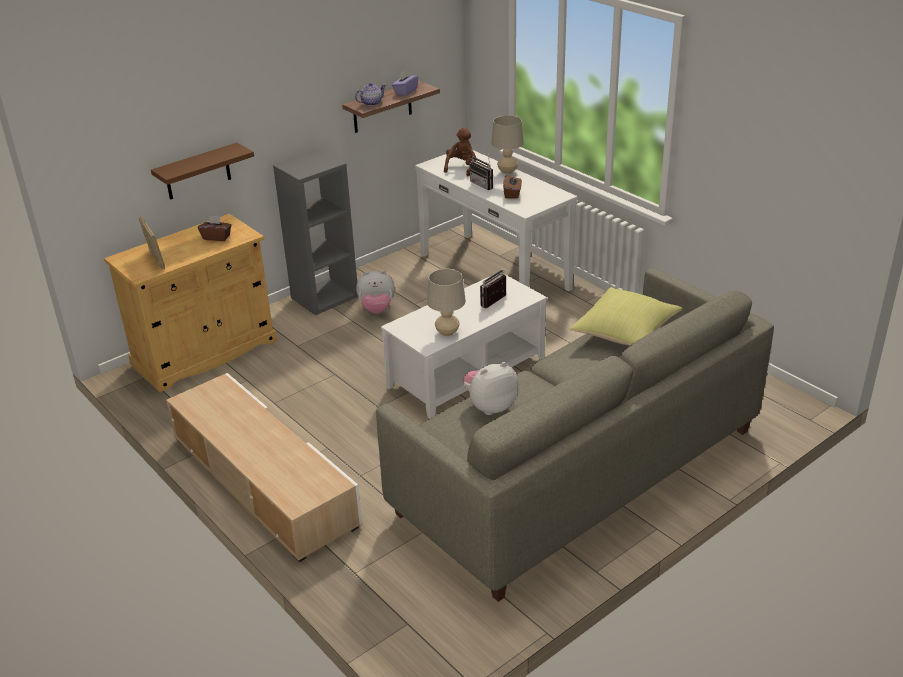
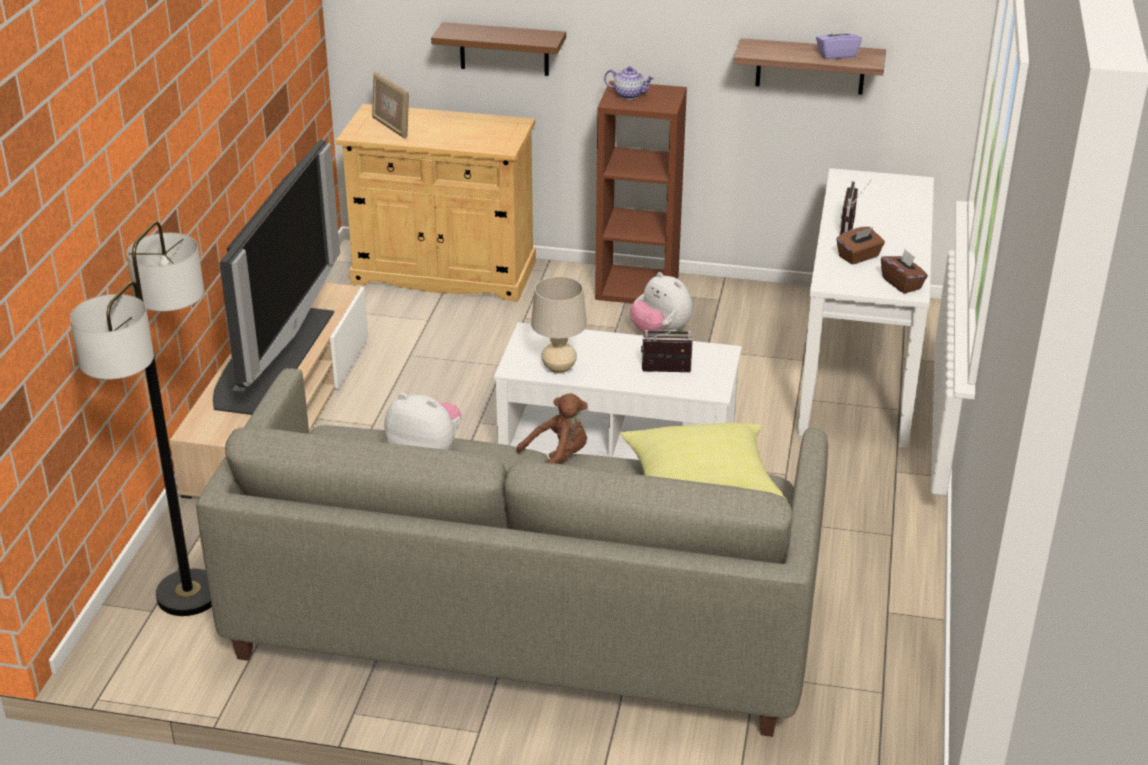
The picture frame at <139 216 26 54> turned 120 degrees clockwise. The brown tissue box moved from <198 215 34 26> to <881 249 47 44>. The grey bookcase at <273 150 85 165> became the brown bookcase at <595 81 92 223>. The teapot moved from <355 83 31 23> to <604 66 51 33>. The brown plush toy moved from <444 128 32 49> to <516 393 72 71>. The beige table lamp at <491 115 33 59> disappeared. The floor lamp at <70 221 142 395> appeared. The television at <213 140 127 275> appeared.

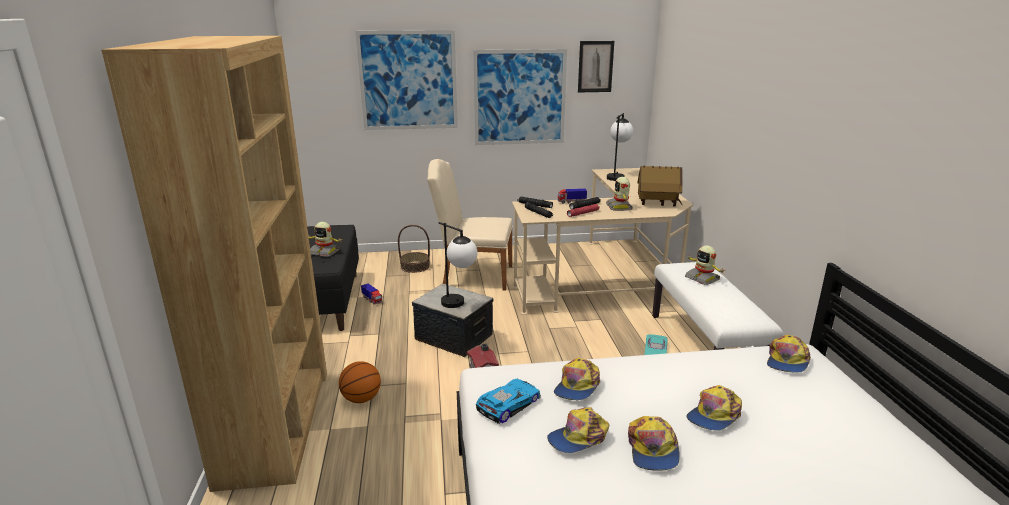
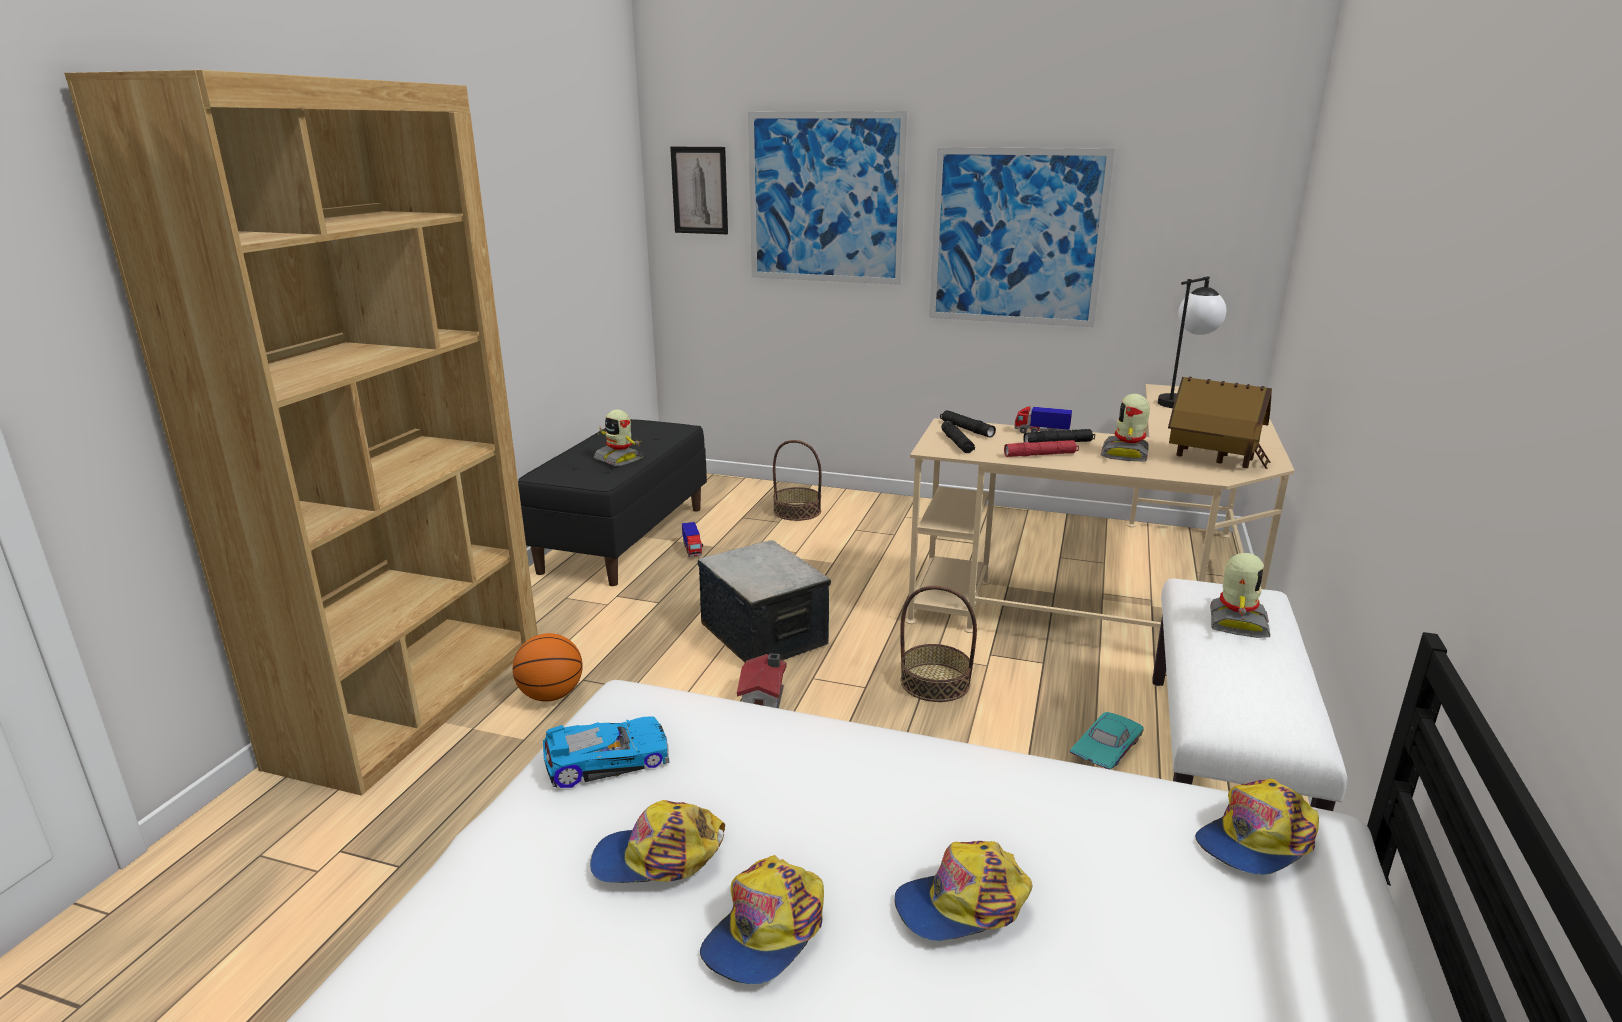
The beige chair at <427 159 86 132> disappeared. The table lamp at <439 222 38 86> disappeared. The cap at <554 358 46 42> disappeared. The picture moved from <578 41 36 51> to <670 147 58 87>. The toy robot at <685 245 40 40> turned 150 degrees counterclockwise. The basket at <900 586 77 116> appeared.

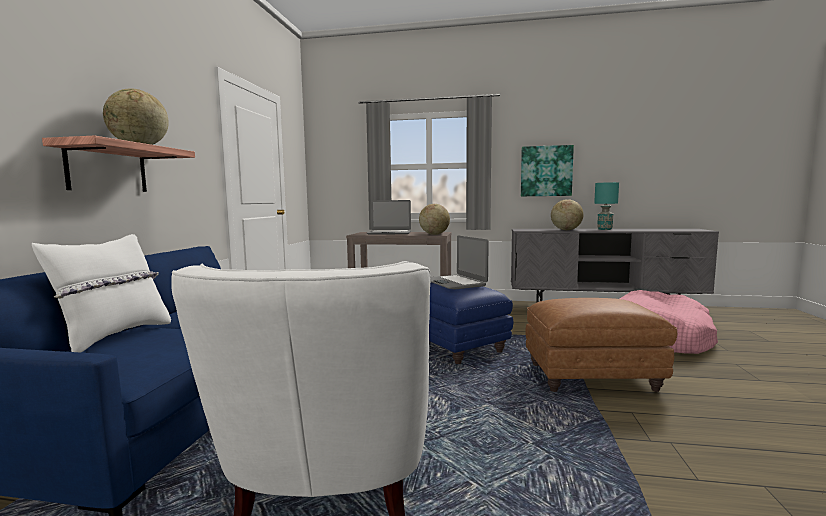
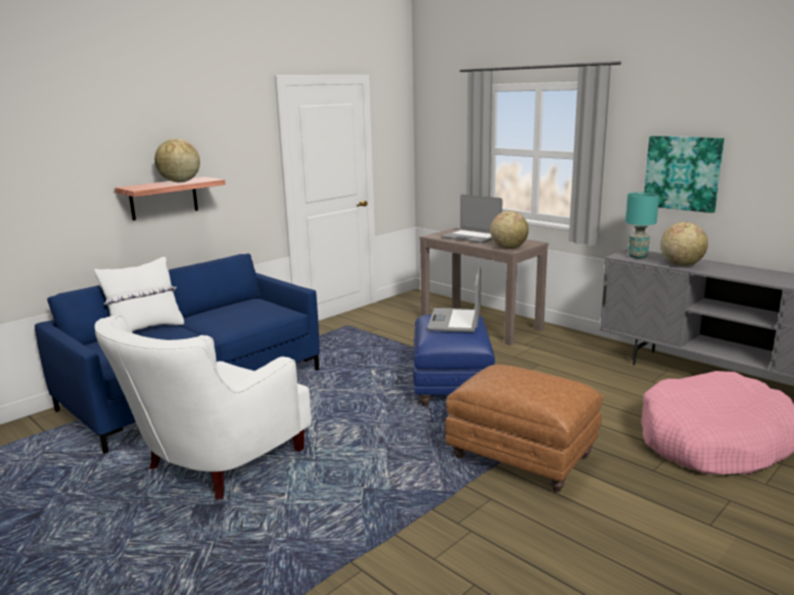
The turquoise table lamp moved from <594 182 25 48> to <625 192 34 67>.

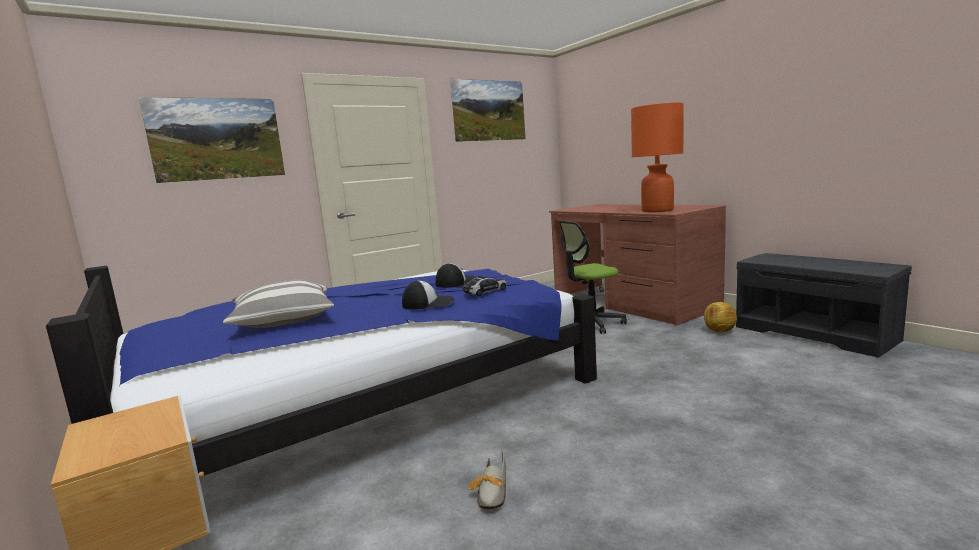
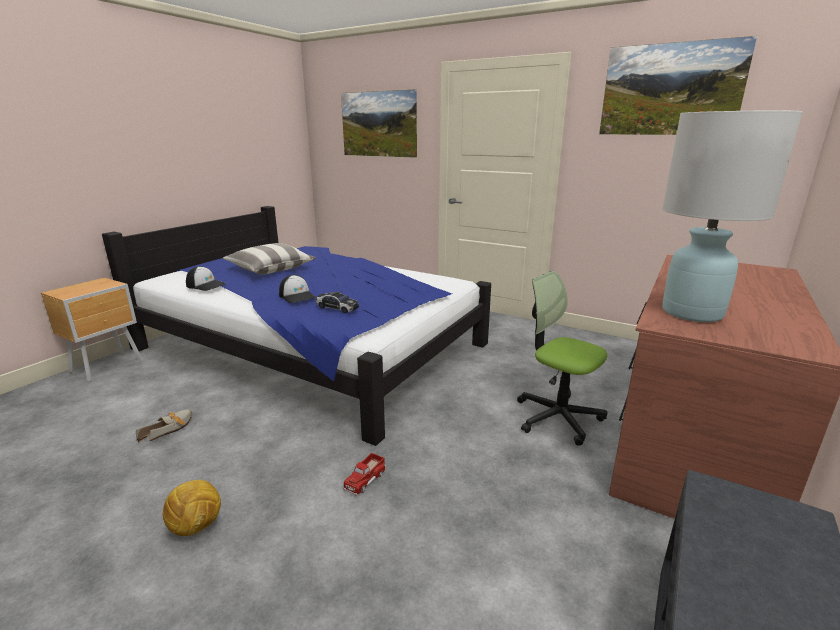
The cap moved from <435 263 42 25> to <186 266 41 25>. The shoe at <468 450 38 59> turned 135 degrees clockwise. The orange table lamp at <631 102 53 110> became the white table lamp at <662 111 141 211>. The football moved from <704 302 33 30> to <163 480 58 56>. The toy truck at <343 453 43 42> appeared.

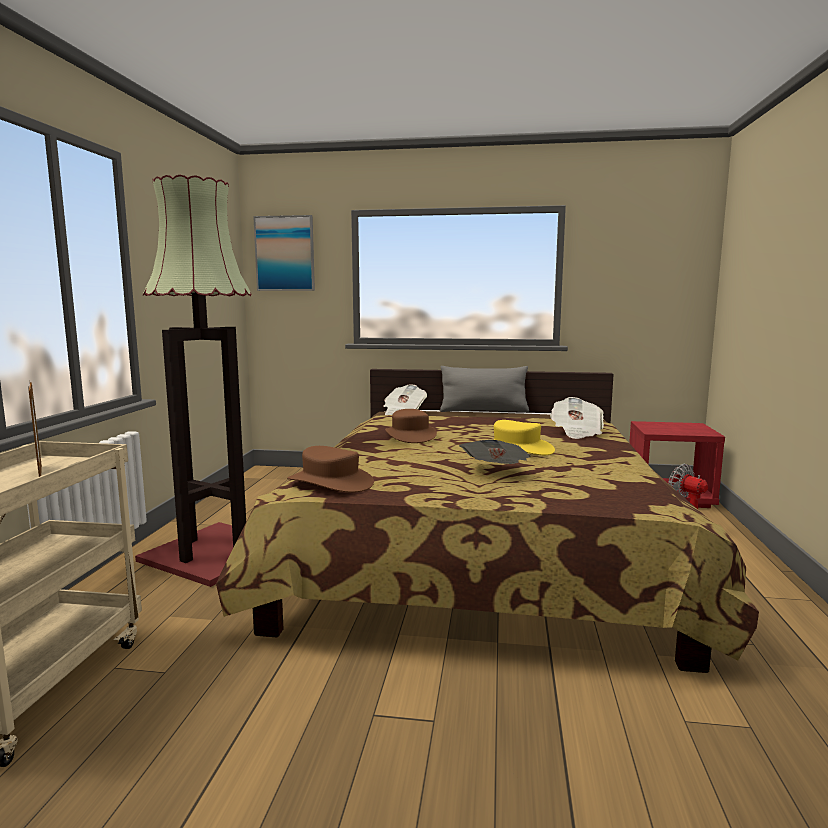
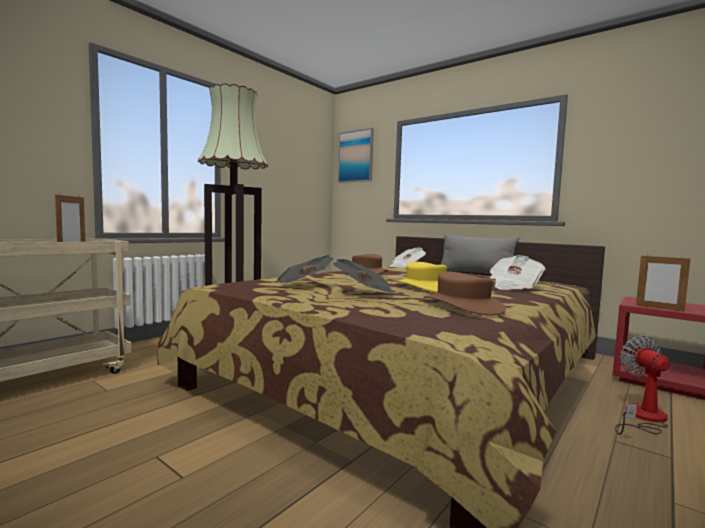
The brown hat moved from <287 446 87 47> to <424 272 82 44>. The newspaper at <275 255 58 28> appeared. The picture frame at <636 254 55 58> appeared.

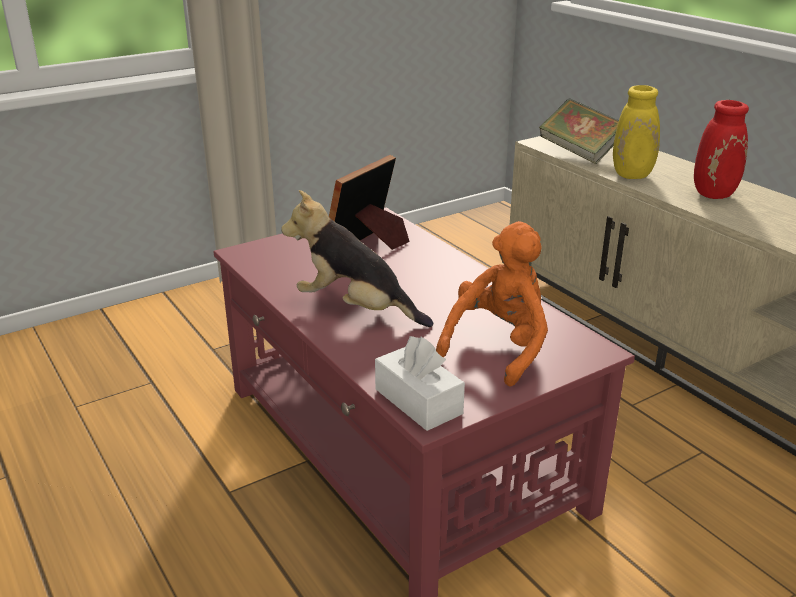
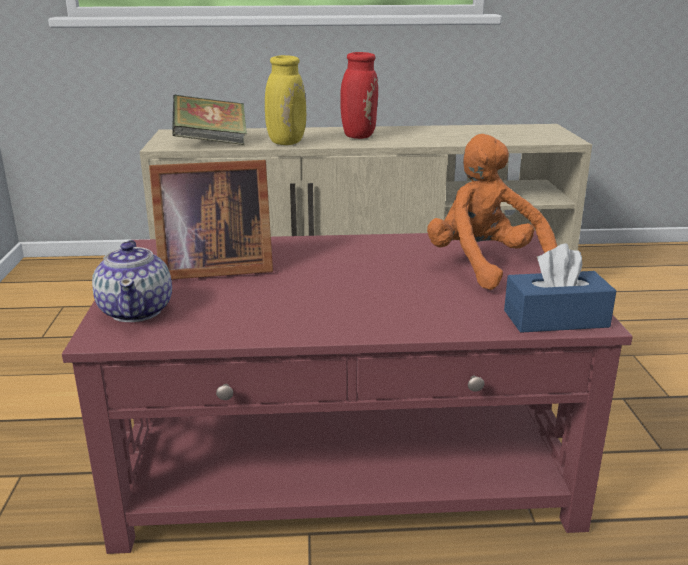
The plush toy at <281 190 152 137> disappeared. The picture frame at <329 155 81 95> turned 75 degrees counterclockwise. The white tissue box at <375 336 90 95> became the blue tissue box at <504 244 112 89>. The teapot at <92 240 80 82> appeared.

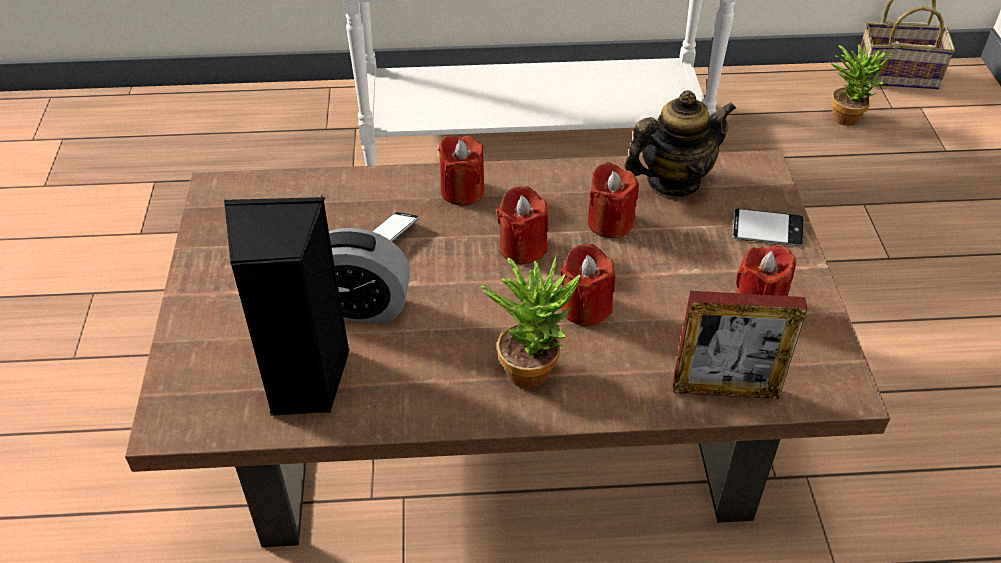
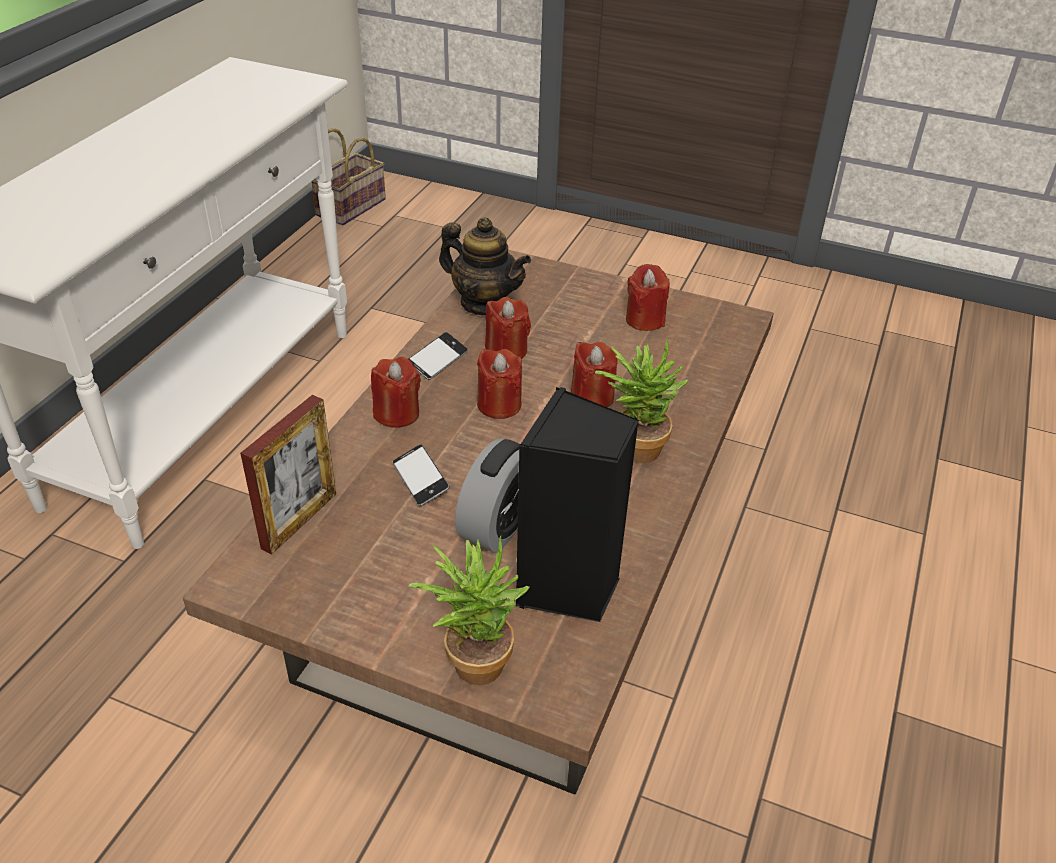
The teapot at <625 90 112 107> turned 120 degrees clockwise. The picture frame moved from <673 291 134 108> to <240 395 96 160>. The phone moved from <733 208 71 38> to <408 332 60 48>. The potted plant moved from <829 42 64 84> to <408 536 122 149>.

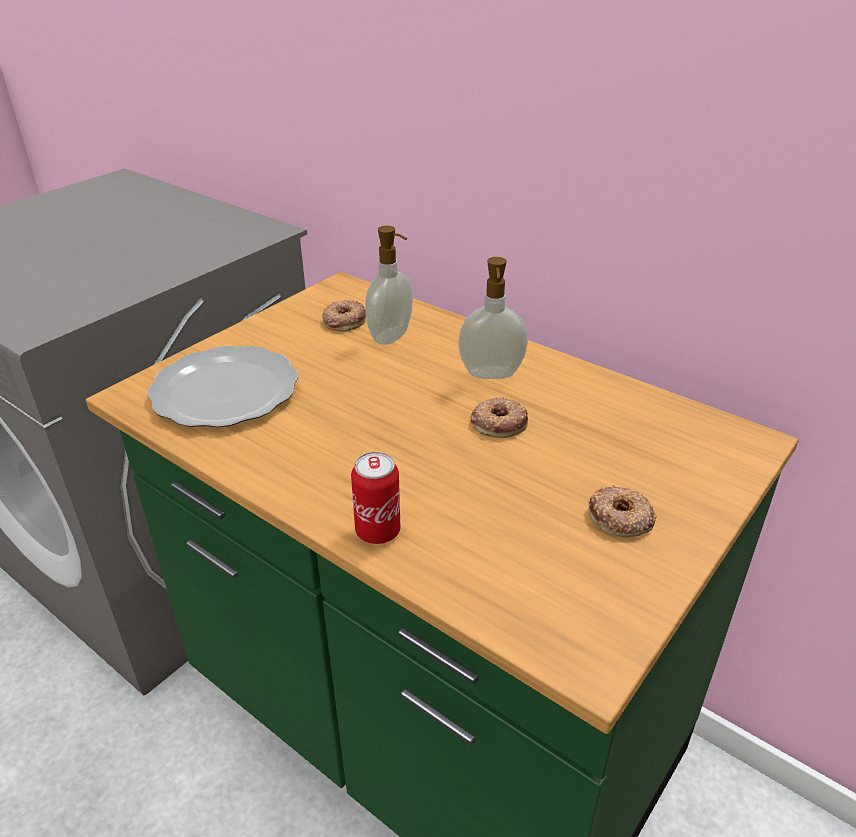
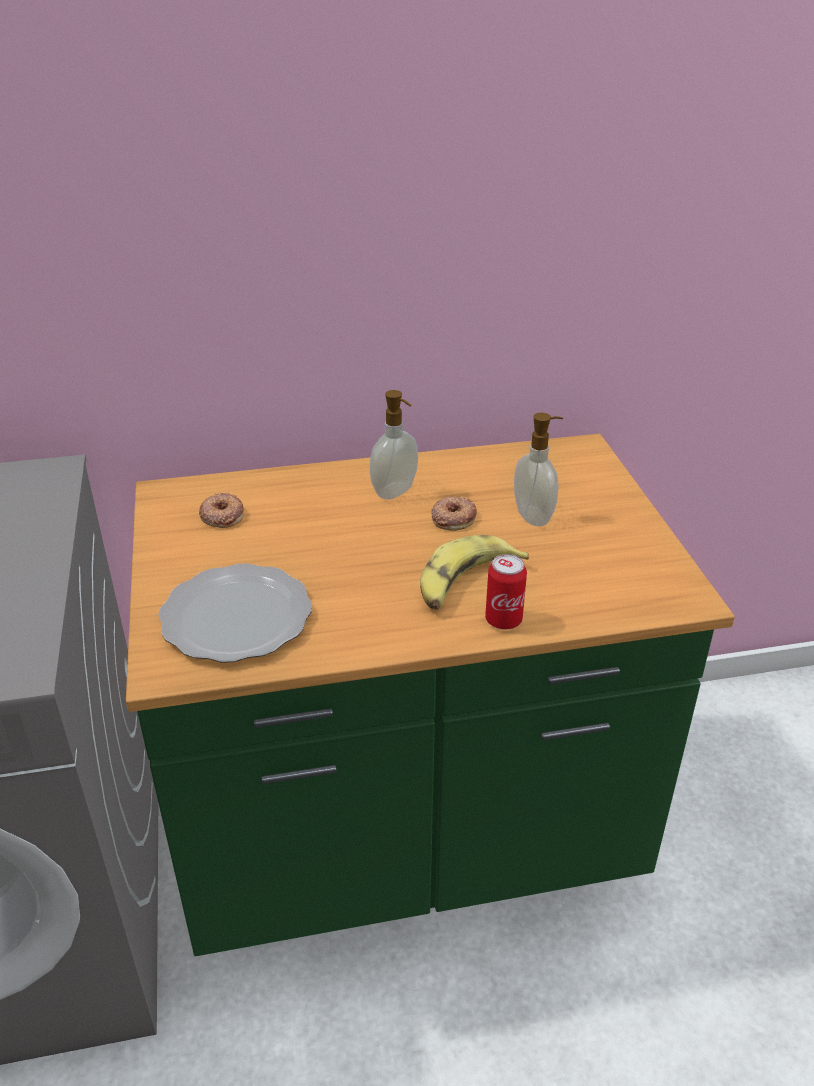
The soap dispenser moved from <365 226 48 119> to <514 413 49 113>. The donut at <588 485 69 52> disappeared. The banana at <420 535 109 74> appeared.

